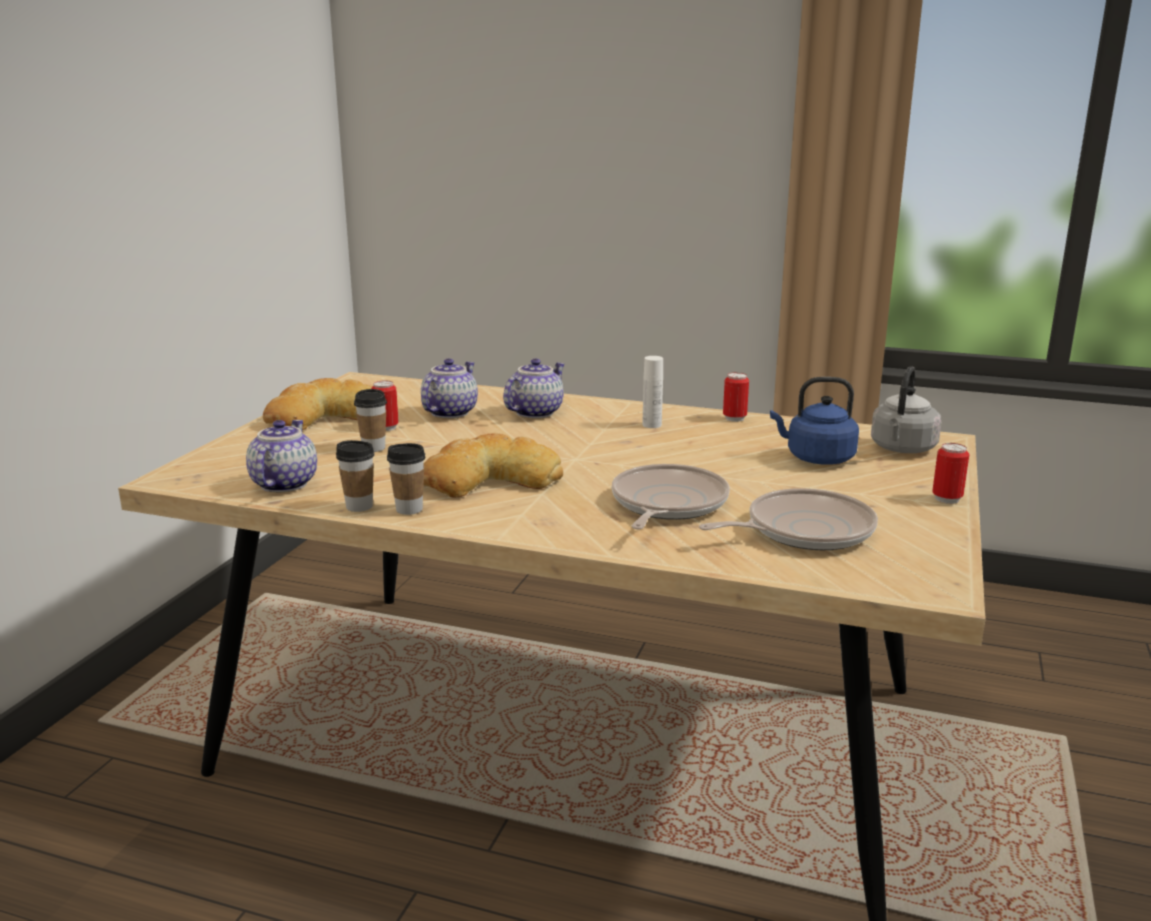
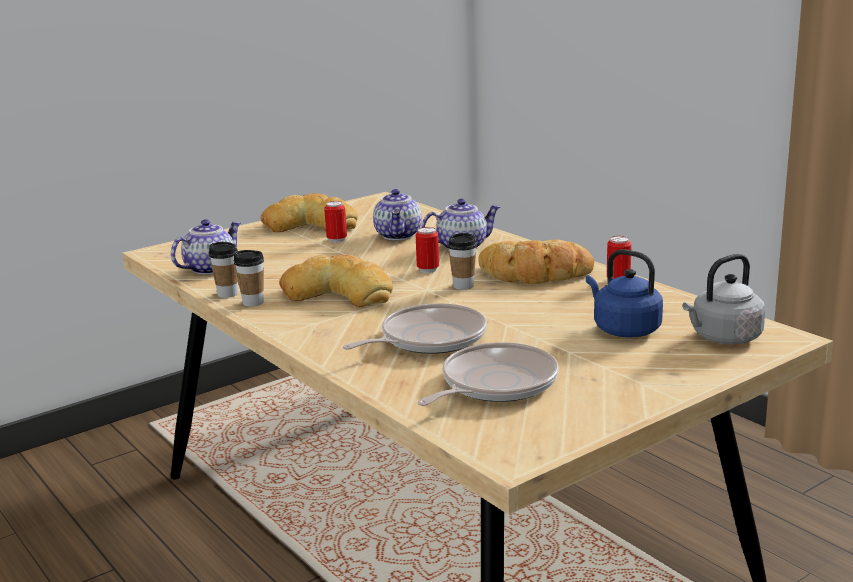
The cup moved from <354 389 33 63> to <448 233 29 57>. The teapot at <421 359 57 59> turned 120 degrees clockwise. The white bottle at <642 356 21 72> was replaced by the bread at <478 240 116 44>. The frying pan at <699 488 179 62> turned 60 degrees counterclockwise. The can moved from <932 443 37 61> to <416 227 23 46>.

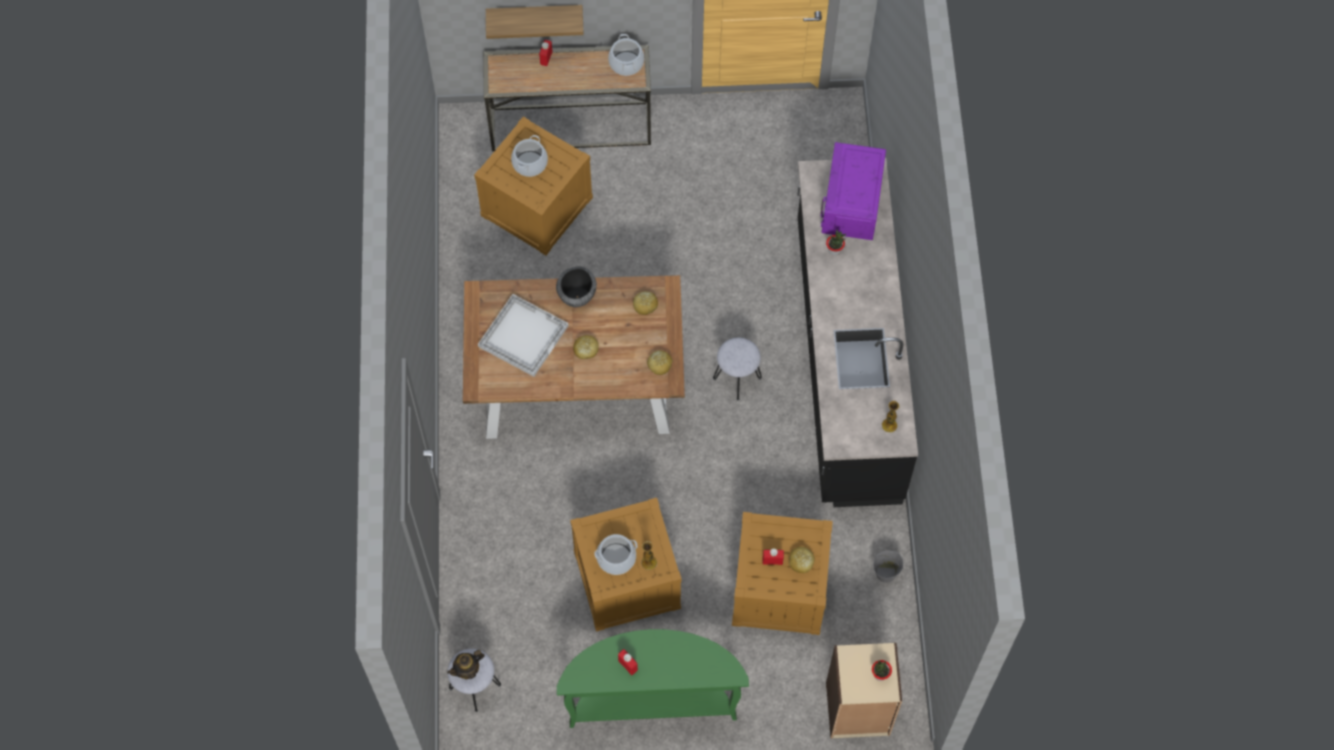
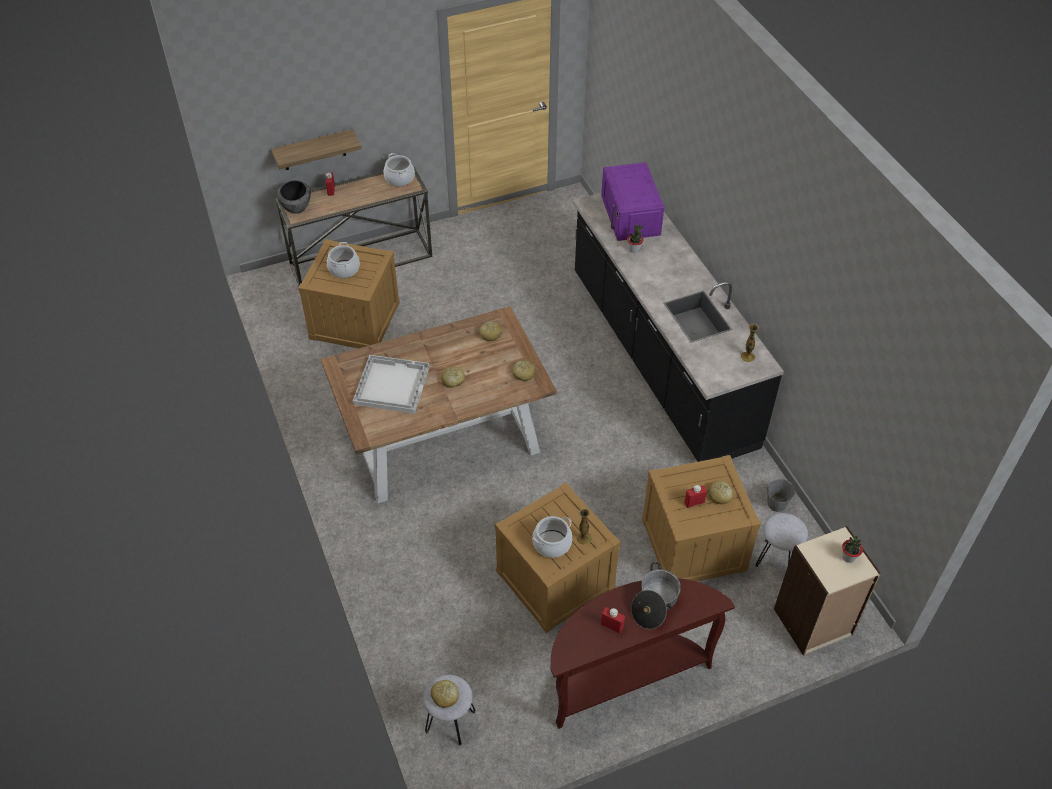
The teapot at <447 650 38 30> was replaced by the bread at <430 680 29 28>. The bowl moved from <556 266 41 41> to <277 180 34 34>. The green console table at <557 629 192 99> became the brown console table at <550 578 185 151>. The grey stool moved from <713 338 49 62> to <755 513 53 54>. The cooking pot at <631 562 50 67> appeared.

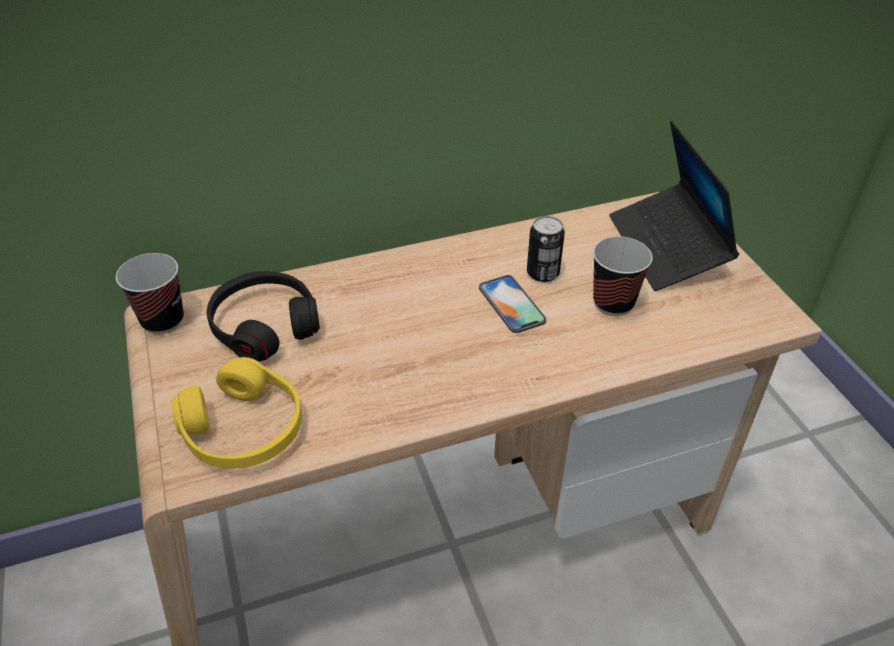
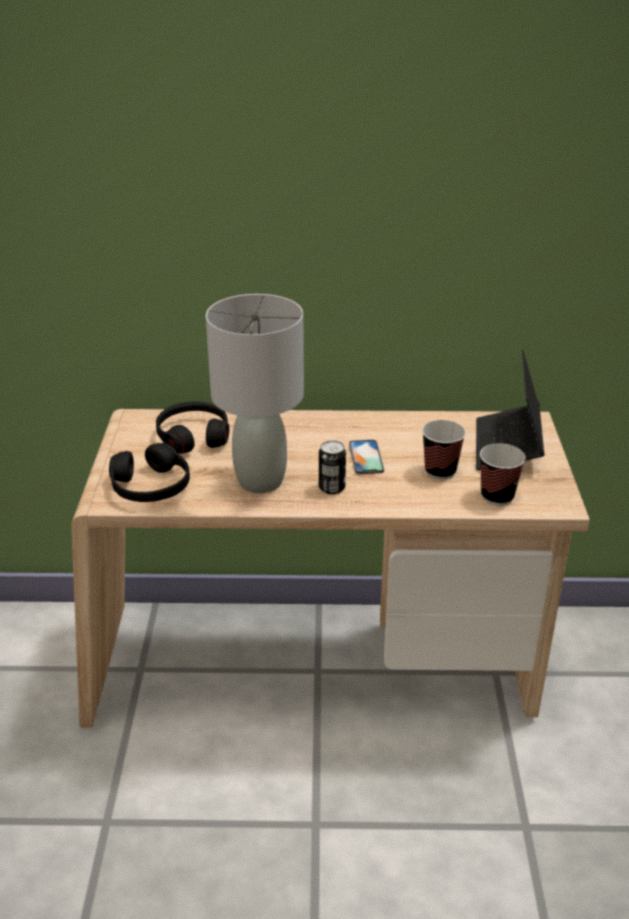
The cup moved from <116 253 68 81> to <480 443 46 63>. The yellow headphones at <171 357 131 112> became the black headphones at <109 443 81 59>. The can moved from <527 216 38 66> to <319 440 27 54>. The grey table lamp at <206 294 98 199> appeared.

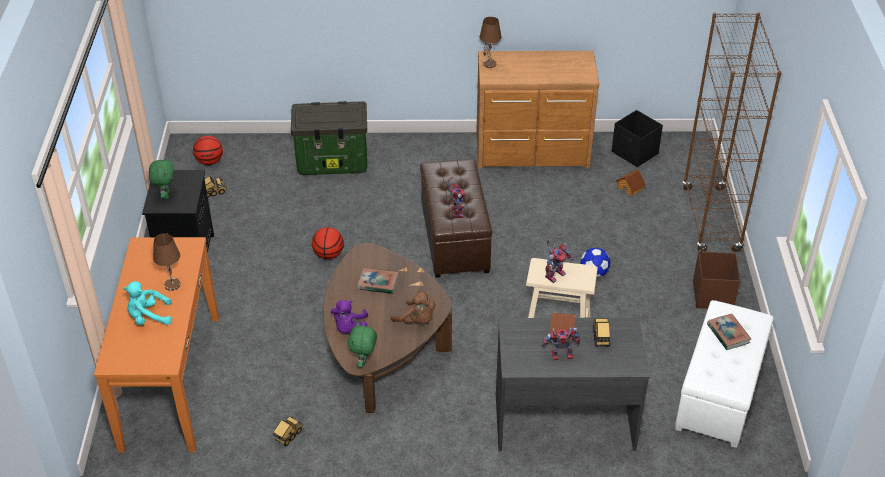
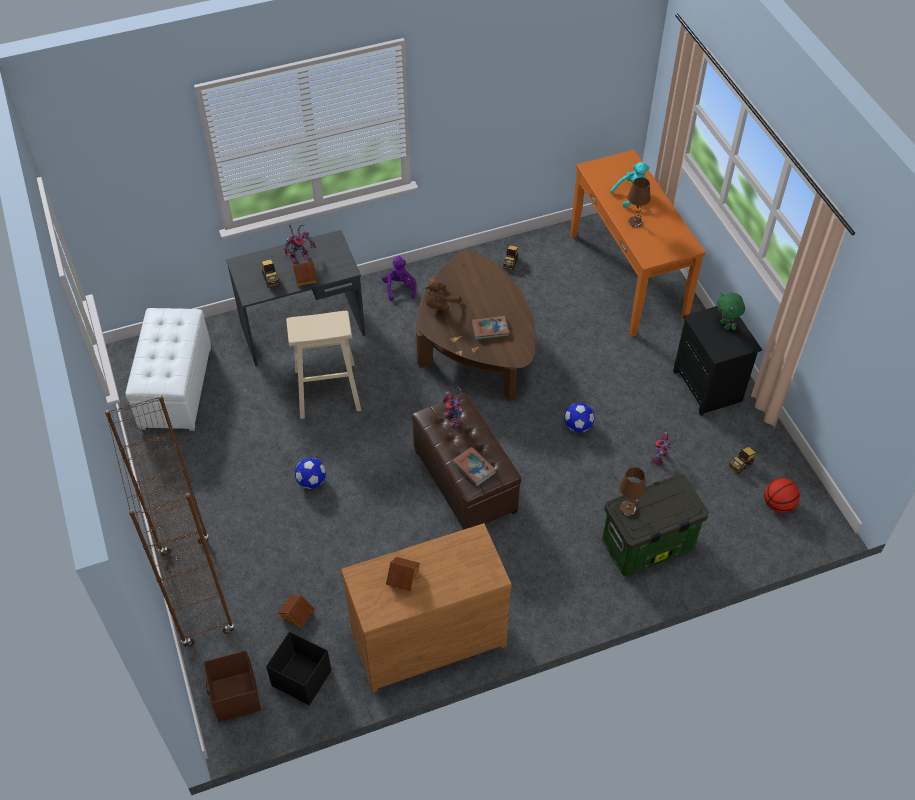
The basketball at <312 227 32 32> was replaced by the football at <564 402 30 30>. The purple plush toy moved from <331 300 37 33> to <382 256 35 45>. The green plush toy at <348 322 29 46> disappeared. The brown plush toy at <391 290 44 34> turned 60 degrees counterclockwise. The brown table lamp moved from <480 17 21 51> to <619 467 27 49>. The toy robot moved from <545 236 28 47> to <650 432 26 34>. The brown storage box moved from <693 252 47 57> to <204 651 57 71>. The book moved from <707 314 44 36> to <452 447 45 40>. The toy house at <386 557 34 35> appeared.

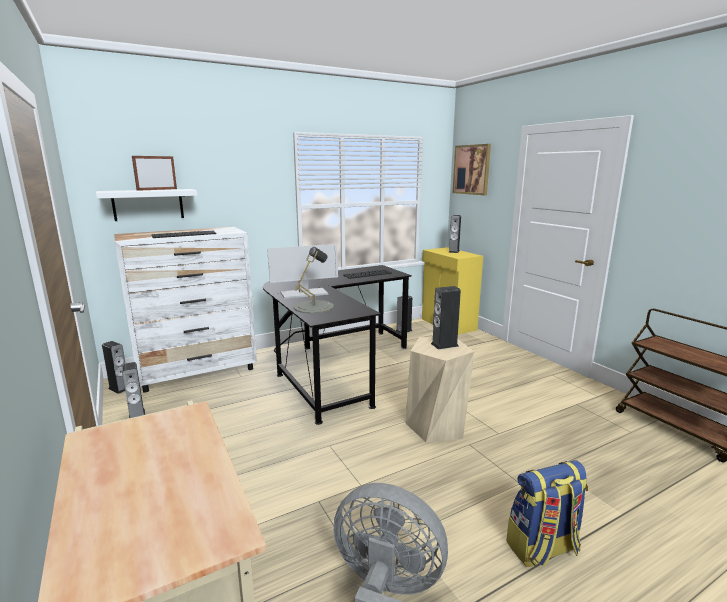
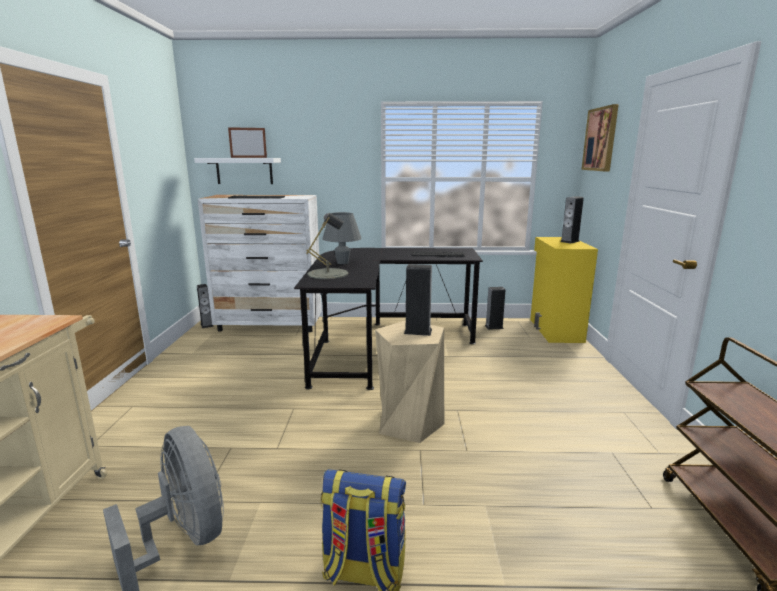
The speaker at <122 362 23 56> disappeared. The monitor at <267 244 71 55> was replaced by the grey table lamp at <322 212 40 52>.

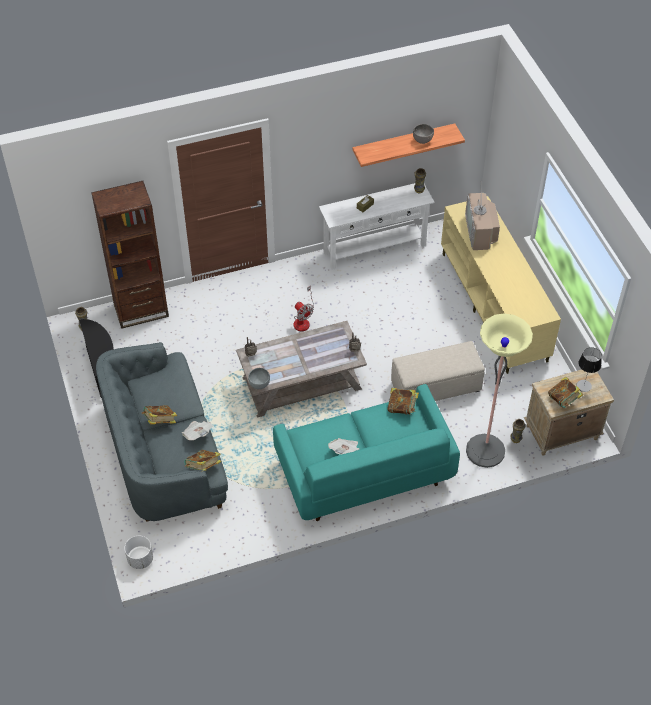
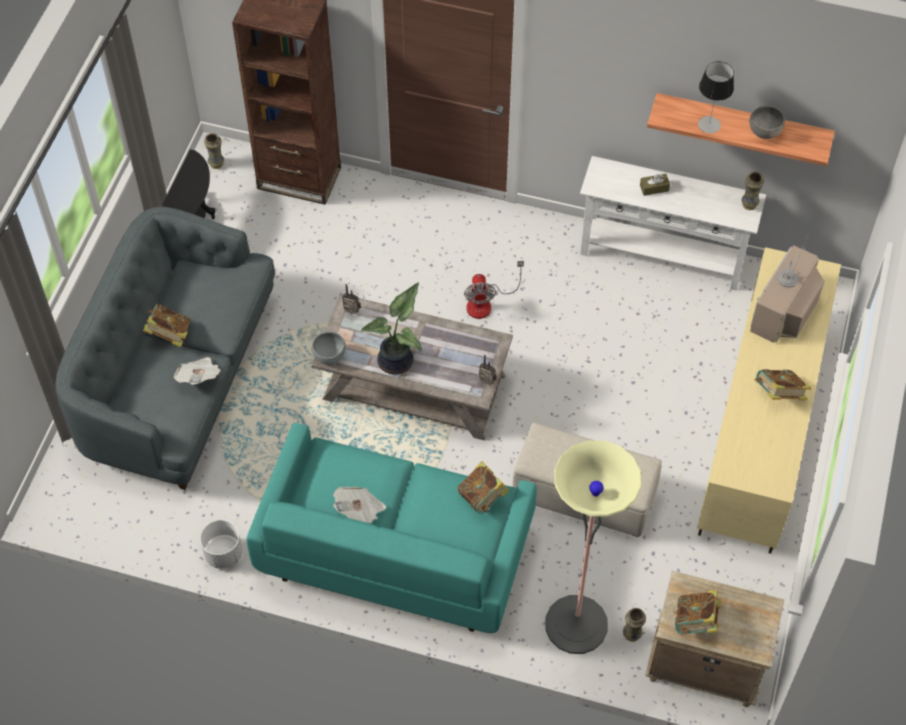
The white planter moved from <124 536 29 33> to <200 520 43 49>. The book moved from <184 450 37 22> to <755 369 57 31>. The table lamp moved from <577 347 25 45> to <698 61 36 73>. The potted plant at <361 283 61 92> appeared.

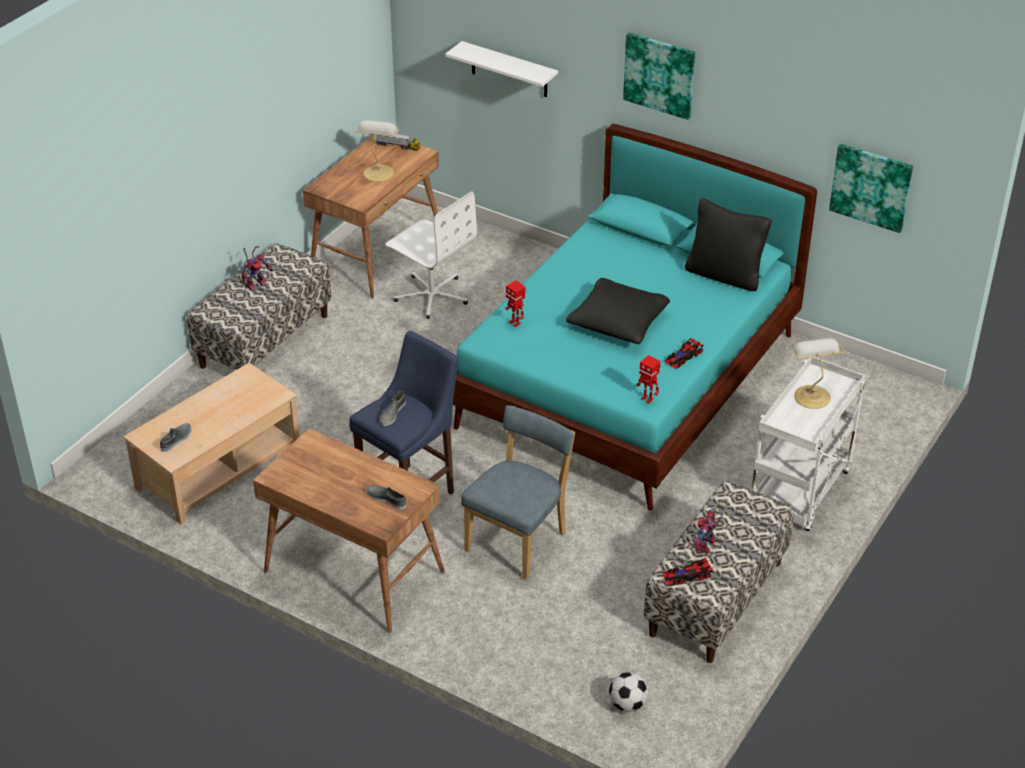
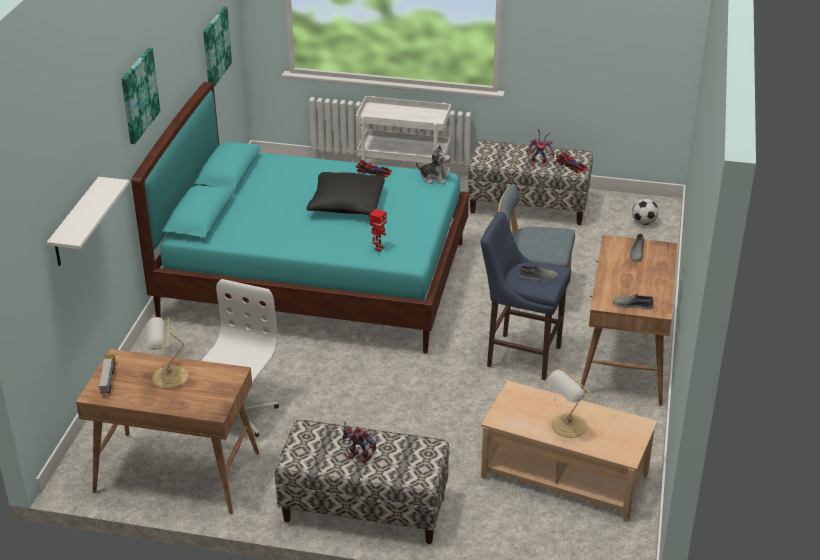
The grey shoe moved from <160 423 32 29> to <613 293 41 17>. The toy robot at <636 355 25 48> was replaced by the plush toy at <416 145 34 39>. The black pillow at <685 198 87 93> disappeared. The table lamp moved from <792 338 52 71> to <547 368 45 70>.

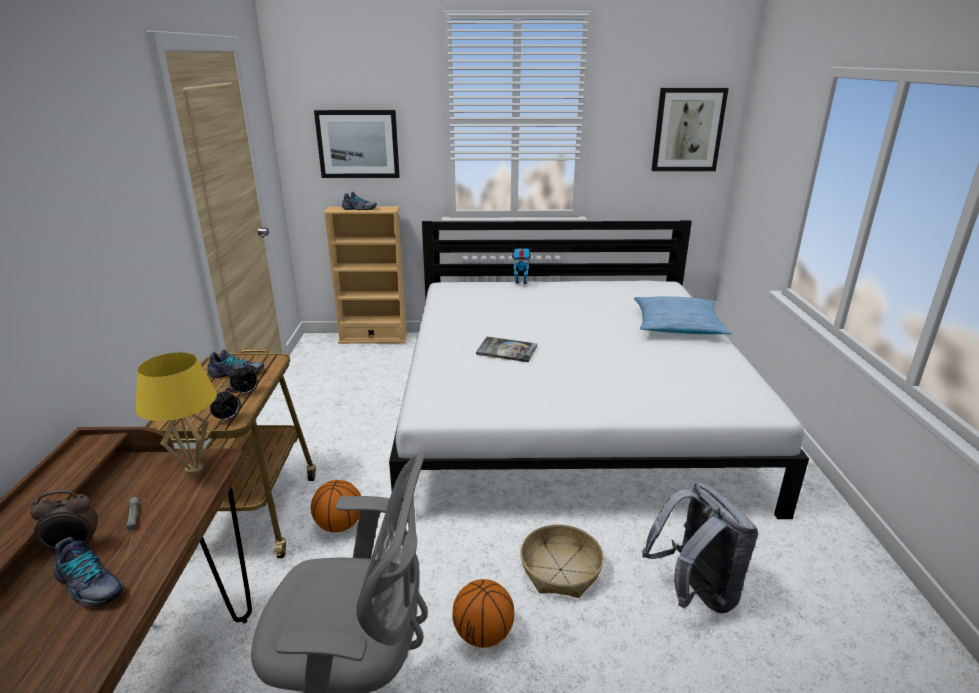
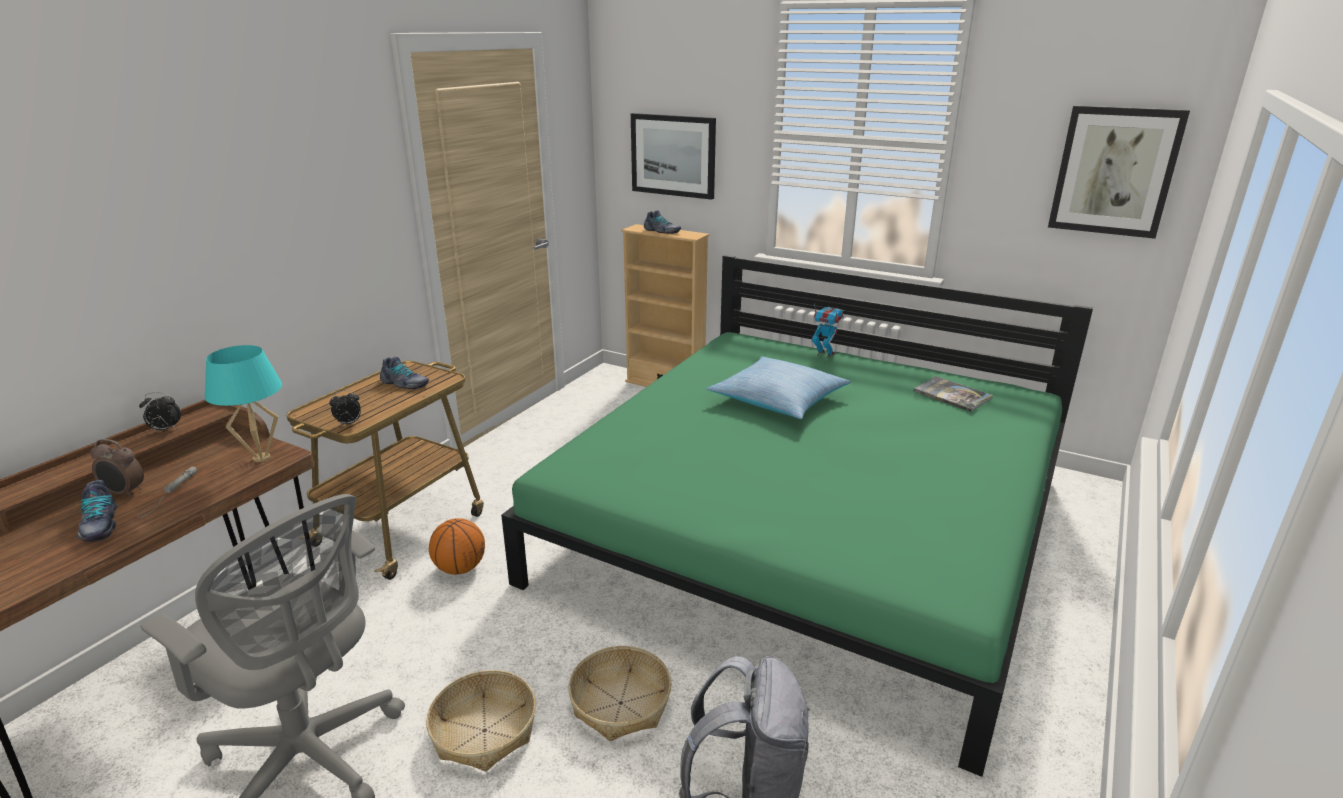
The yellow table lamp at <136 352 81 122> became the turquoise table lamp at <205 345 77 117>. The alarm clock moved from <229 362 29 34> to <139 392 42 39>. The white bed at <389 220 420 302> became the green bed at <501 255 592 522>. The basketball at <452 579 62 69> was replaced by the basket at <426 670 110 101>. The book moved from <476 337 61 25> to <913 376 80 36>. The pillow moved from <634 296 98 38> to <706 356 145 63>.

